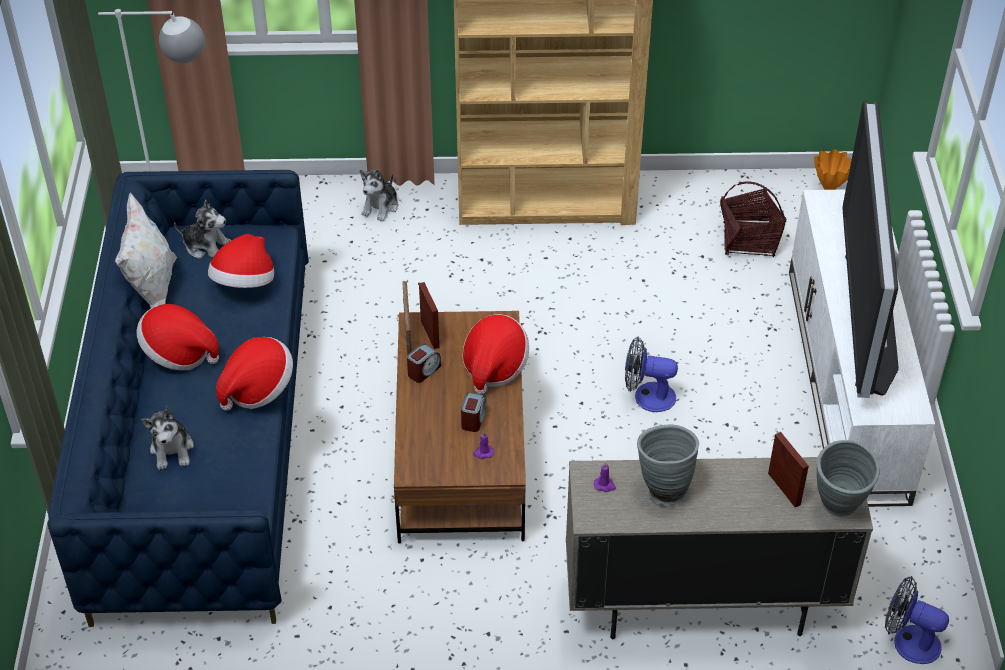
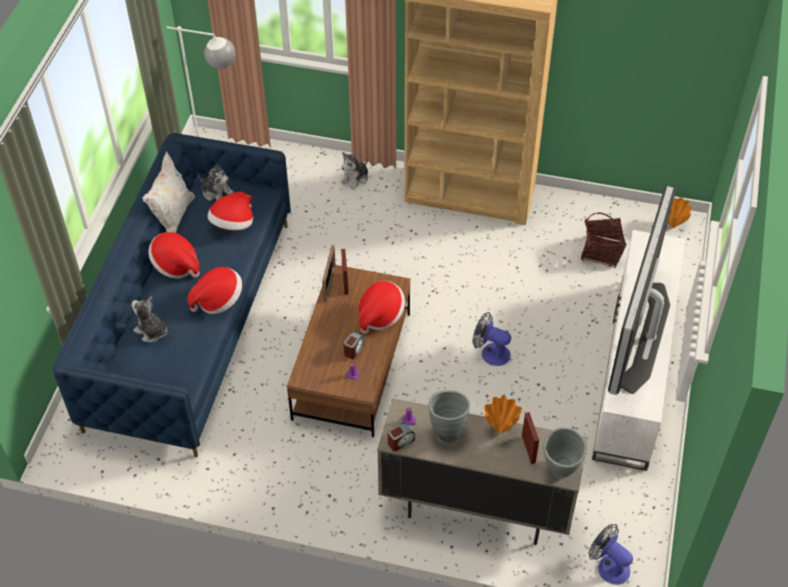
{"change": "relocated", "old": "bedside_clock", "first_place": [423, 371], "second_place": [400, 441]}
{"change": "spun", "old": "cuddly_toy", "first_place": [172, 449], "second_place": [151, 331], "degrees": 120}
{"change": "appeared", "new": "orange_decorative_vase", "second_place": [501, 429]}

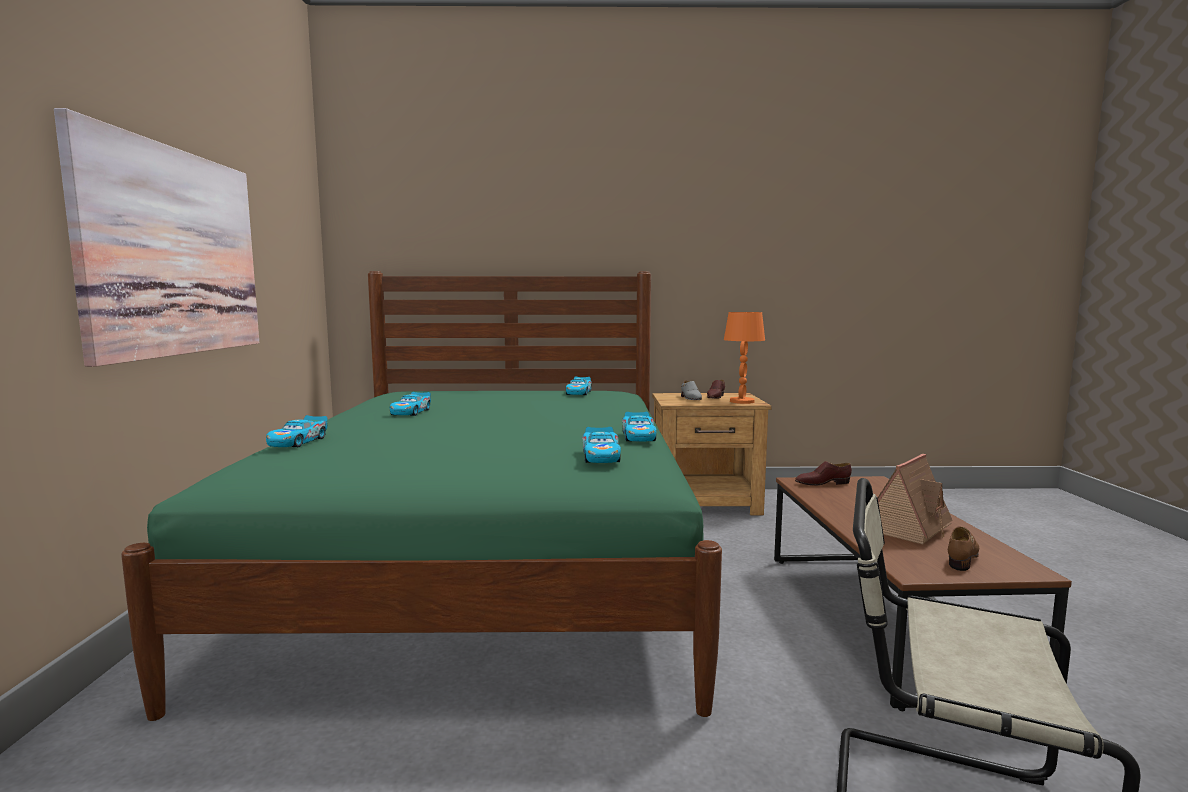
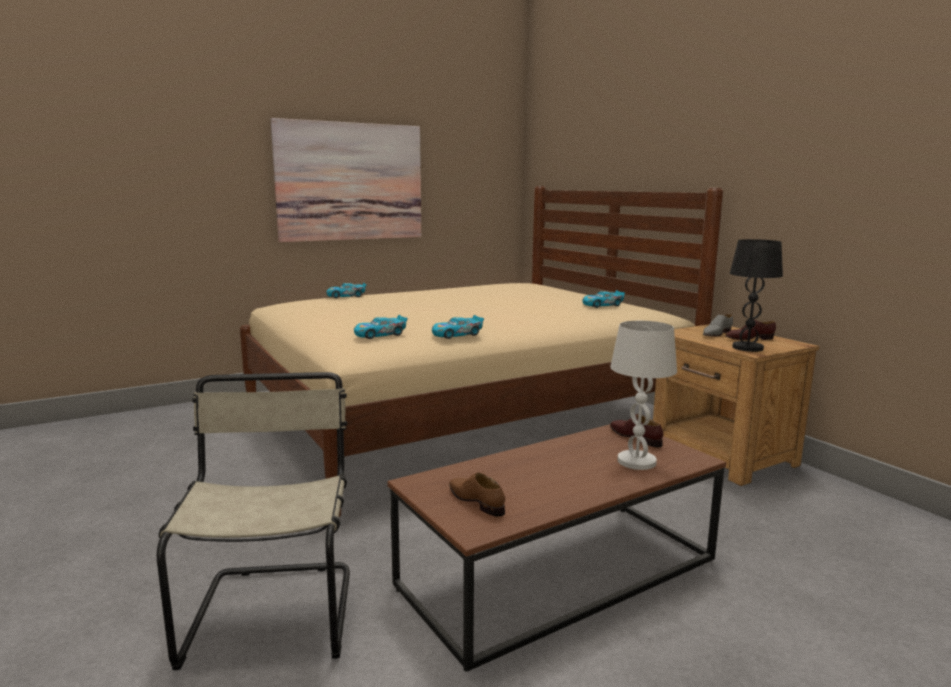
{"change": "colour", "old": "green-coloured_bedroom_bed", "new": "beige_bedroom_bed", "first_place": [487, 565], "second_place": [465, 417]}
{"change": "colour", "old": "orange_tabletop_lamp", "new": "black-coloured_tabletop_lamp", "first_place": [742, 401], "second_place": [747, 348]}
{"change": "missing", "old": "toy_car", "first_place": [411, 412]}
{"change": "missing", "old": "model_house", "first_place": [908, 527]}
{"change": "spun", "old": "brown-coloured_item_of_footwear", "first_place": [962, 557], "second_place": [476, 501], "degrees": -135}
{"change": "appeared", "new": "whitish_tabletop_lamp", "second_place": [637, 461]}

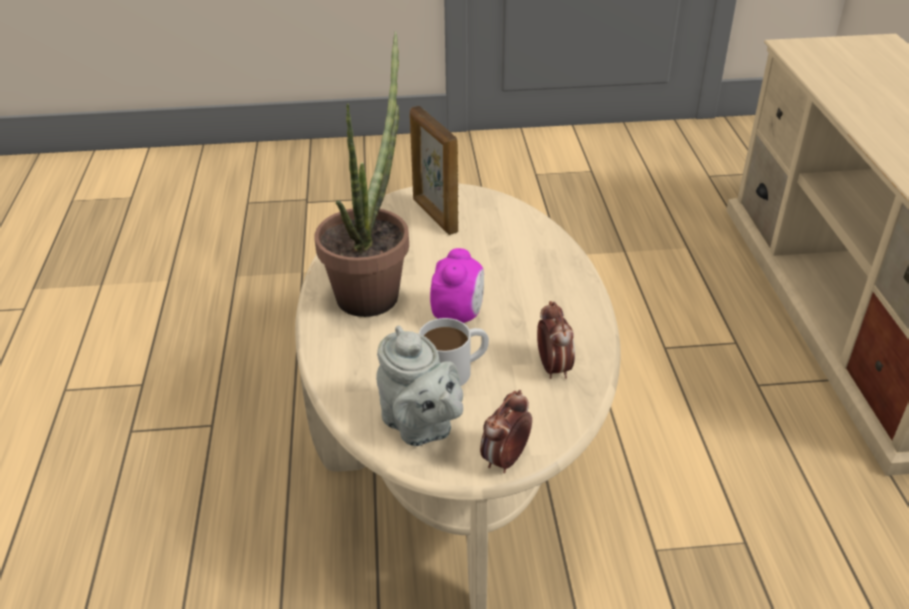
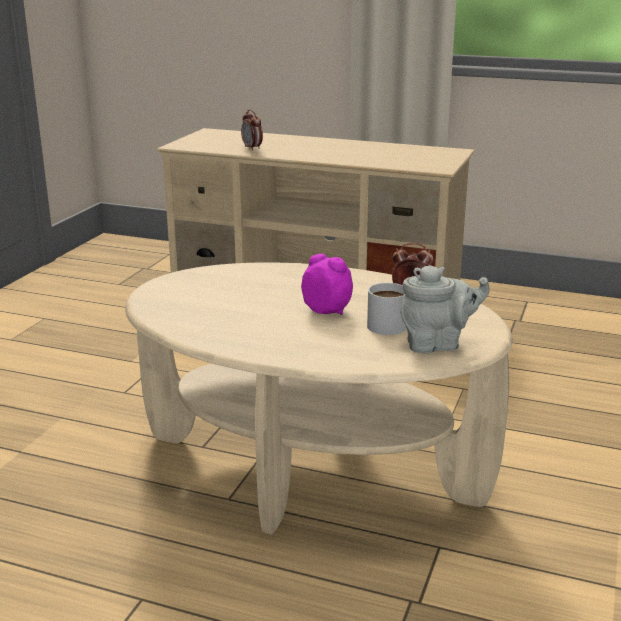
{"change": "missing", "old": "houseplant", "first_place": [373, 289]}
{"change": "missing", "old": "standing_frame", "first_place": [434, 216]}
{"change": "relocated", "old": "bedside_clock", "first_place": [505, 459], "second_place": [252, 148]}

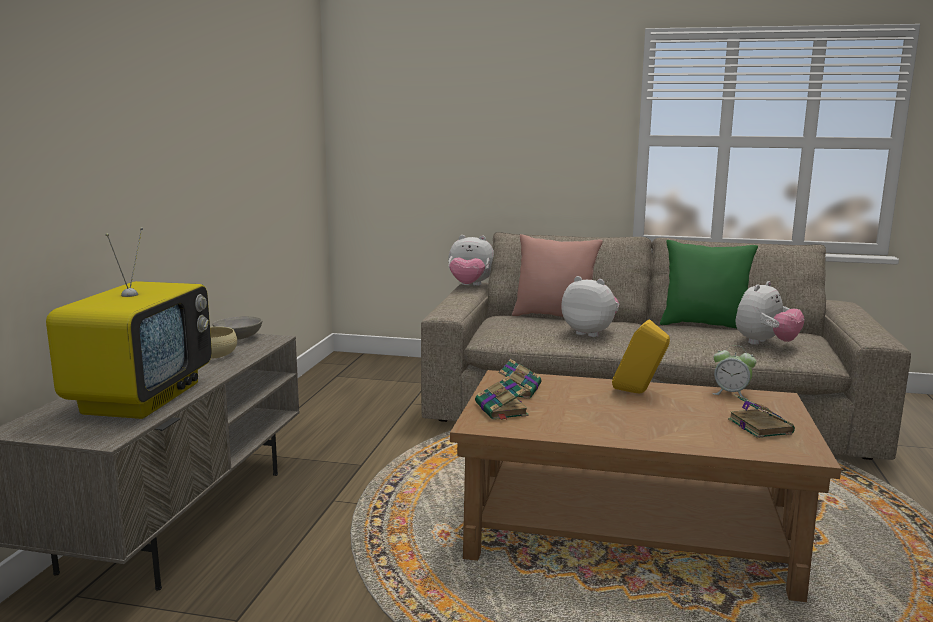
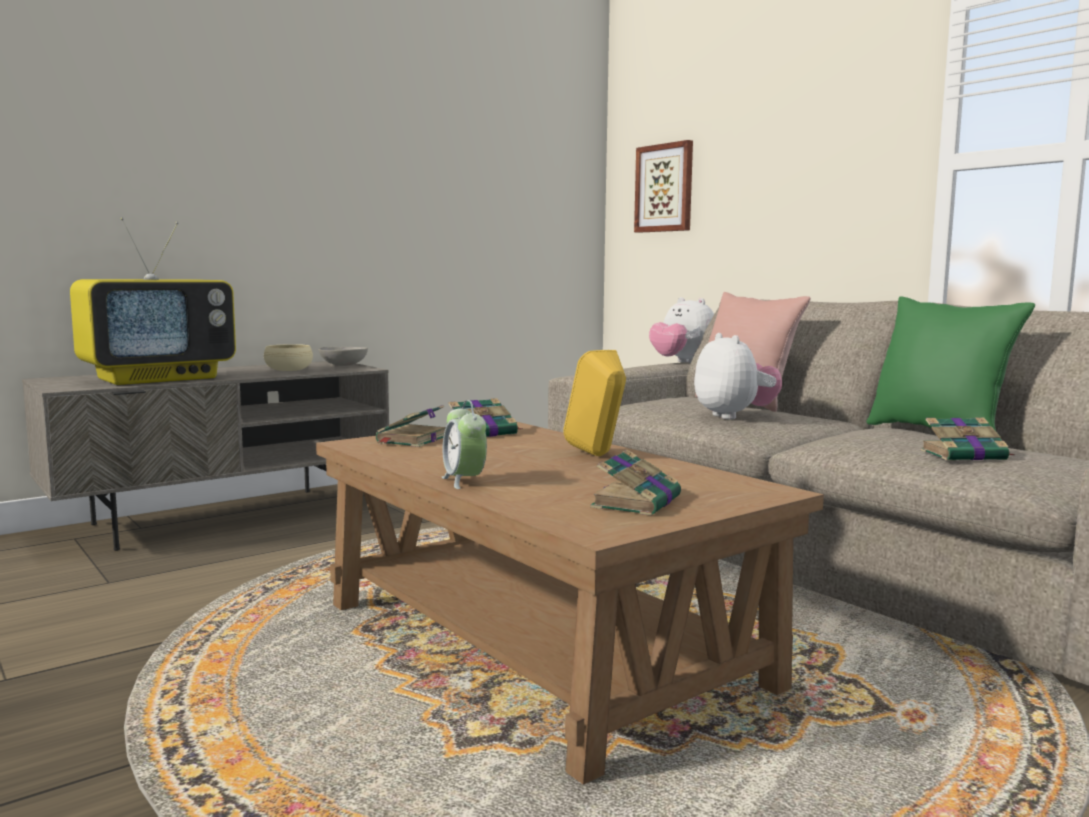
{"change": "exchanged", "old": "cuddly_toy", "new": "book", "first_place": [765, 344], "second_place": [965, 455]}
{"change": "relocated", "old": "bedside_clock", "first_place": [731, 394], "second_place": [464, 481]}
{"change": "appeared", "new": "wall_art", "second_place": [665, 188]}

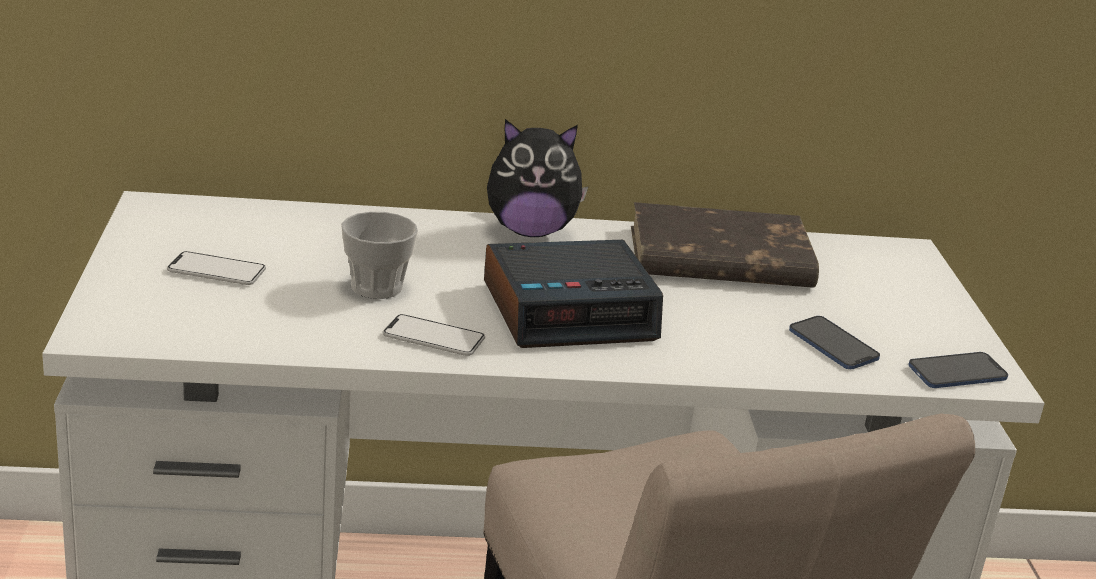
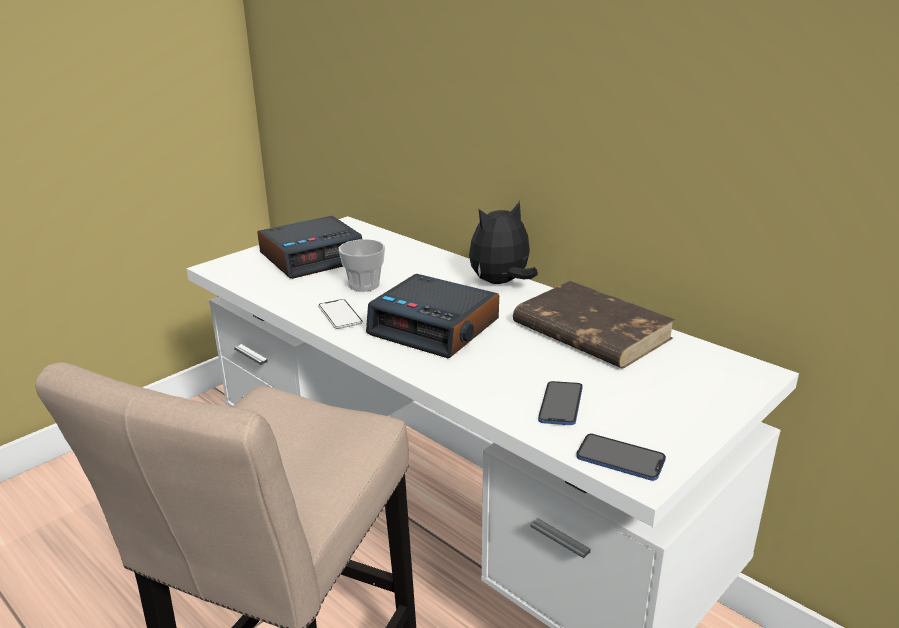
{"change": "spun", "old": "cuddly_toy", "first_place": [530, 231], "second_place": [501, 283], "degrees": 105}
{"change": "exchanged", "old": "telephone", "new": "bedside_clock", "first_place": [216, 271], "second_place": [312, 257]}

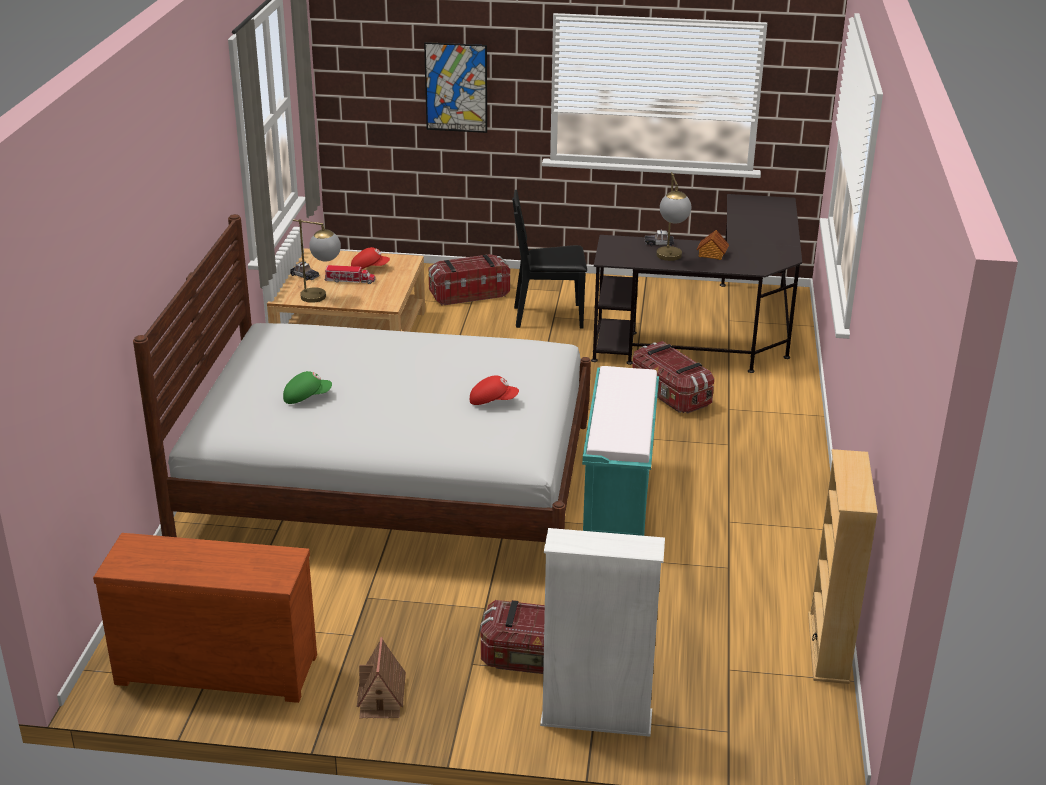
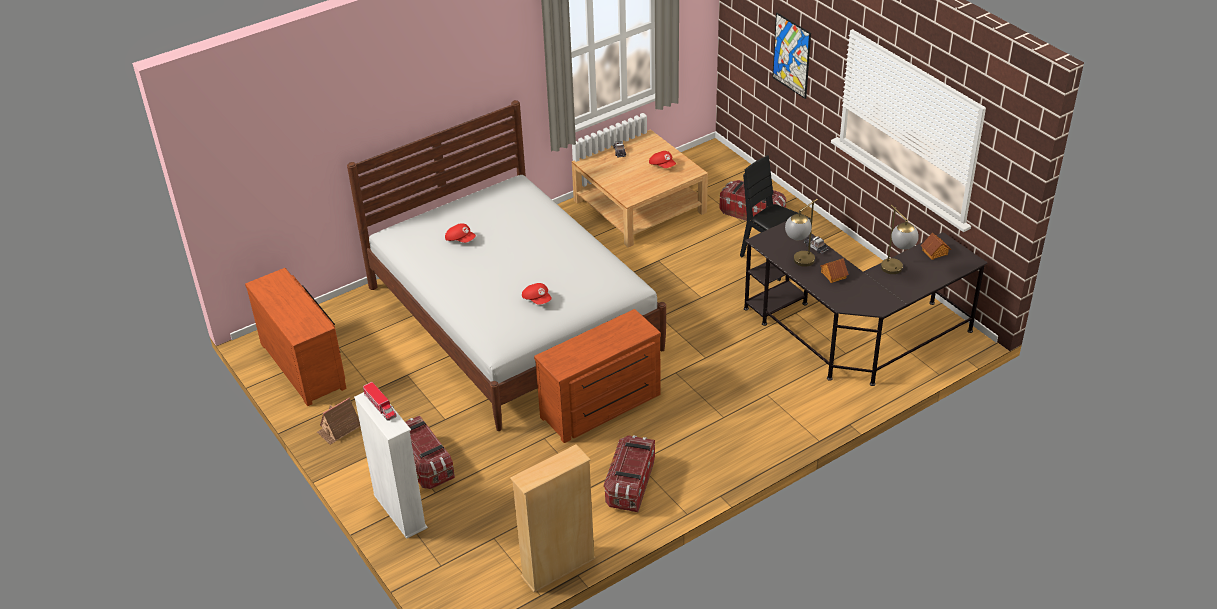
{"change": "relocated", "old": "tabletop_lamp", "first_place": [322, 298], "second_place": [896, 272]}
{"change": "relocated", "old": "toy_lorry", "first_place": [350, 281], "second_place": [380, 406]}
{"change": "relocated", "old": "storage_box", "first_place": [669, 395], "second_place": [630, 485]}
{"change": "exchanged", "old": "blue-green_bench", "new": "brown-coloured_drawer_chest", "first_place": [617, 500], "second_place": [602, 407]}
{"change": "colour", "old": "green-coloured_peaked_cap", "new": "red-coloured_peaked_cap", "first_place": [306, 397], "second_place": [460, 239]}
{"change": "appeared", "new": "model_house", "second_place": [935, 252]}

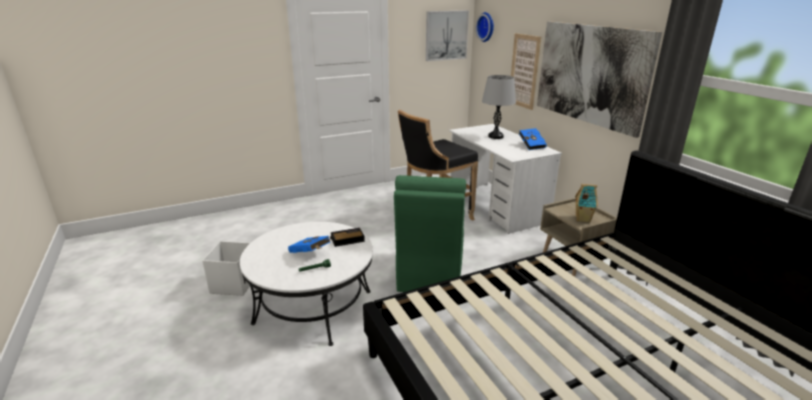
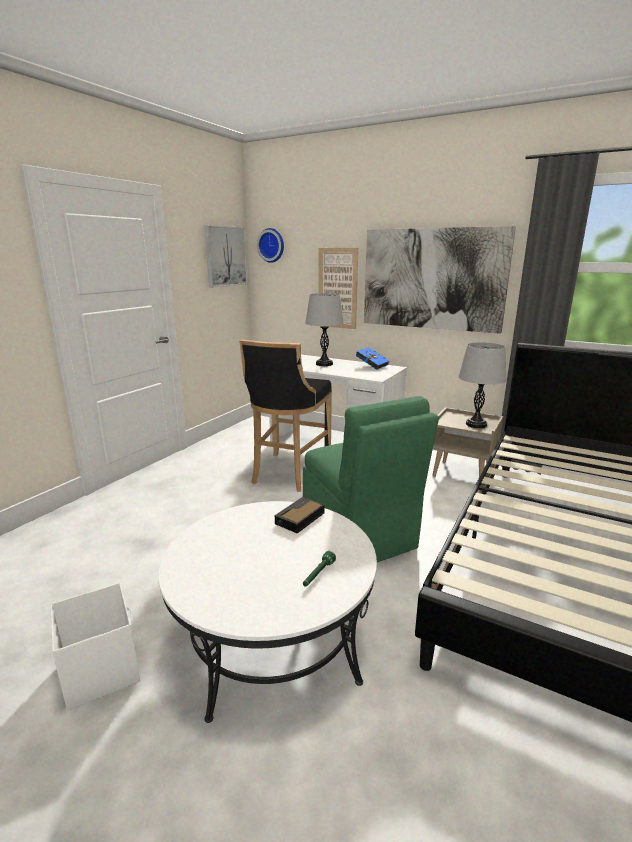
{"change": "exchanged", "old": "model_house", "new": "gray_tabletop_lamp", "first_place": [582, 219], "second_place": [476, 424]}
{"change": "missing", "old": "blue-coloured_book", "first_place": [310, 254]}

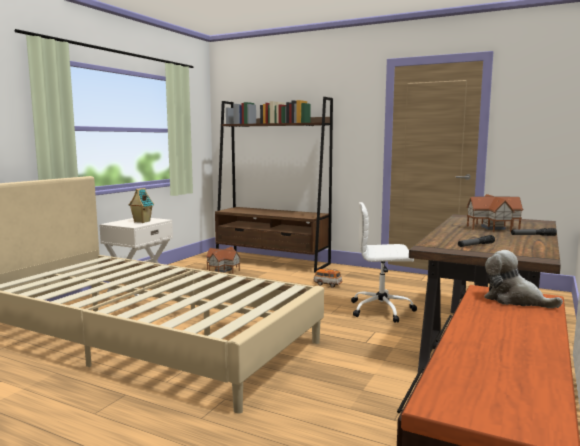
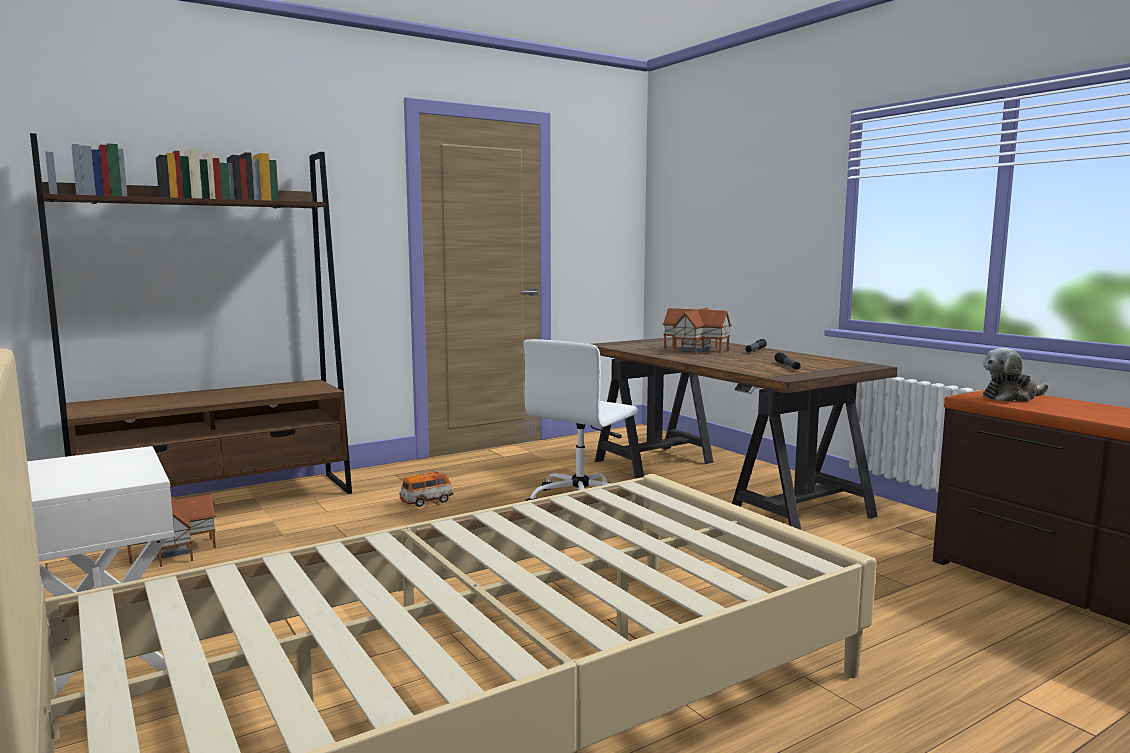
{"change": "missing", "old": "model_house", "first_place": [141, 222]}

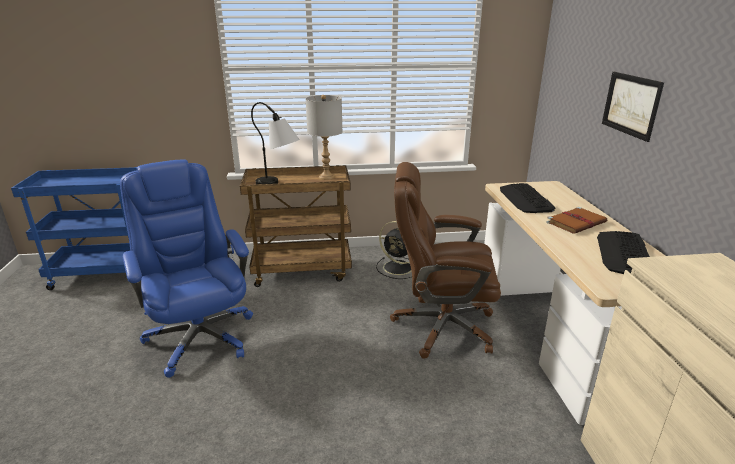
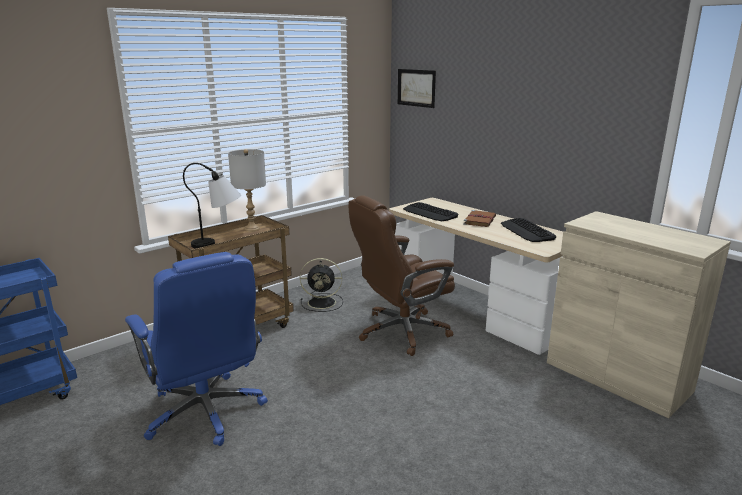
{"change": "relocated", "old": "wall_art", "first_place": [631, 105], "second_place": [416, 88]}
{"change": "spun", "old": "blue-coloured_desk_chair", "first_place": [200, 336], "second_place": [206, 412], "degrees": -150}

